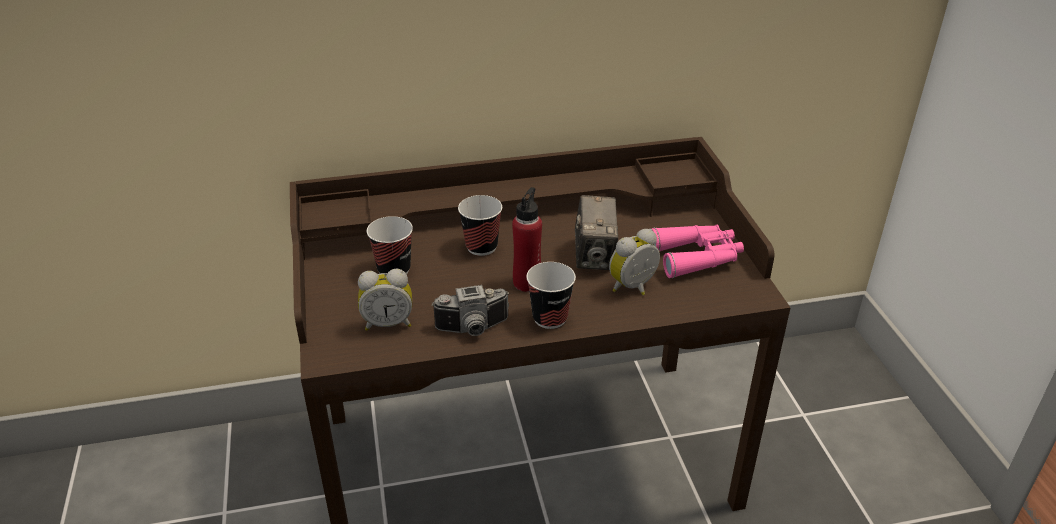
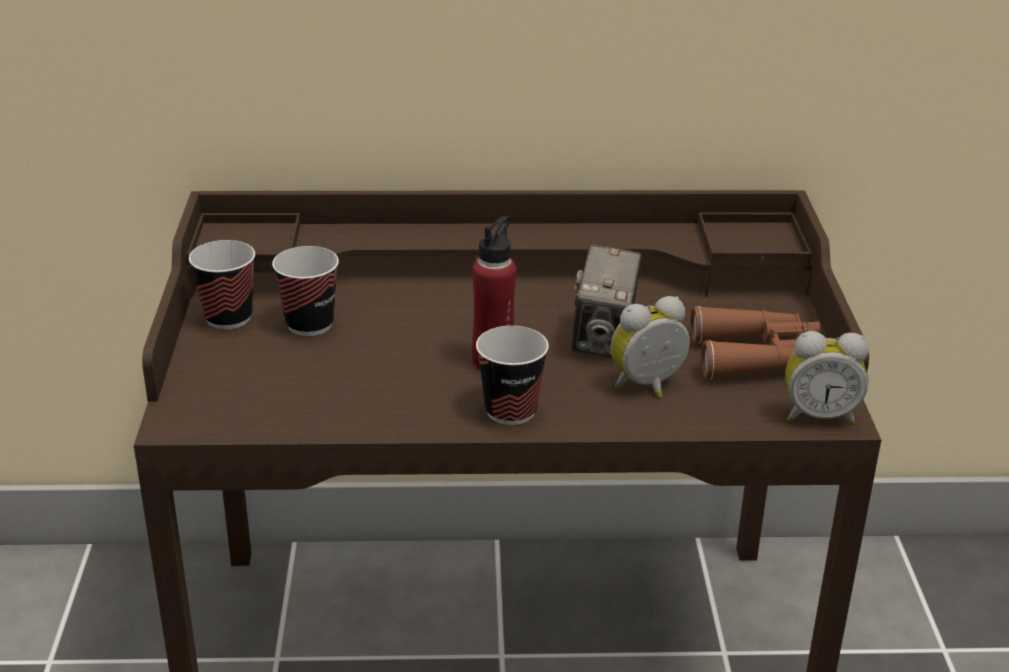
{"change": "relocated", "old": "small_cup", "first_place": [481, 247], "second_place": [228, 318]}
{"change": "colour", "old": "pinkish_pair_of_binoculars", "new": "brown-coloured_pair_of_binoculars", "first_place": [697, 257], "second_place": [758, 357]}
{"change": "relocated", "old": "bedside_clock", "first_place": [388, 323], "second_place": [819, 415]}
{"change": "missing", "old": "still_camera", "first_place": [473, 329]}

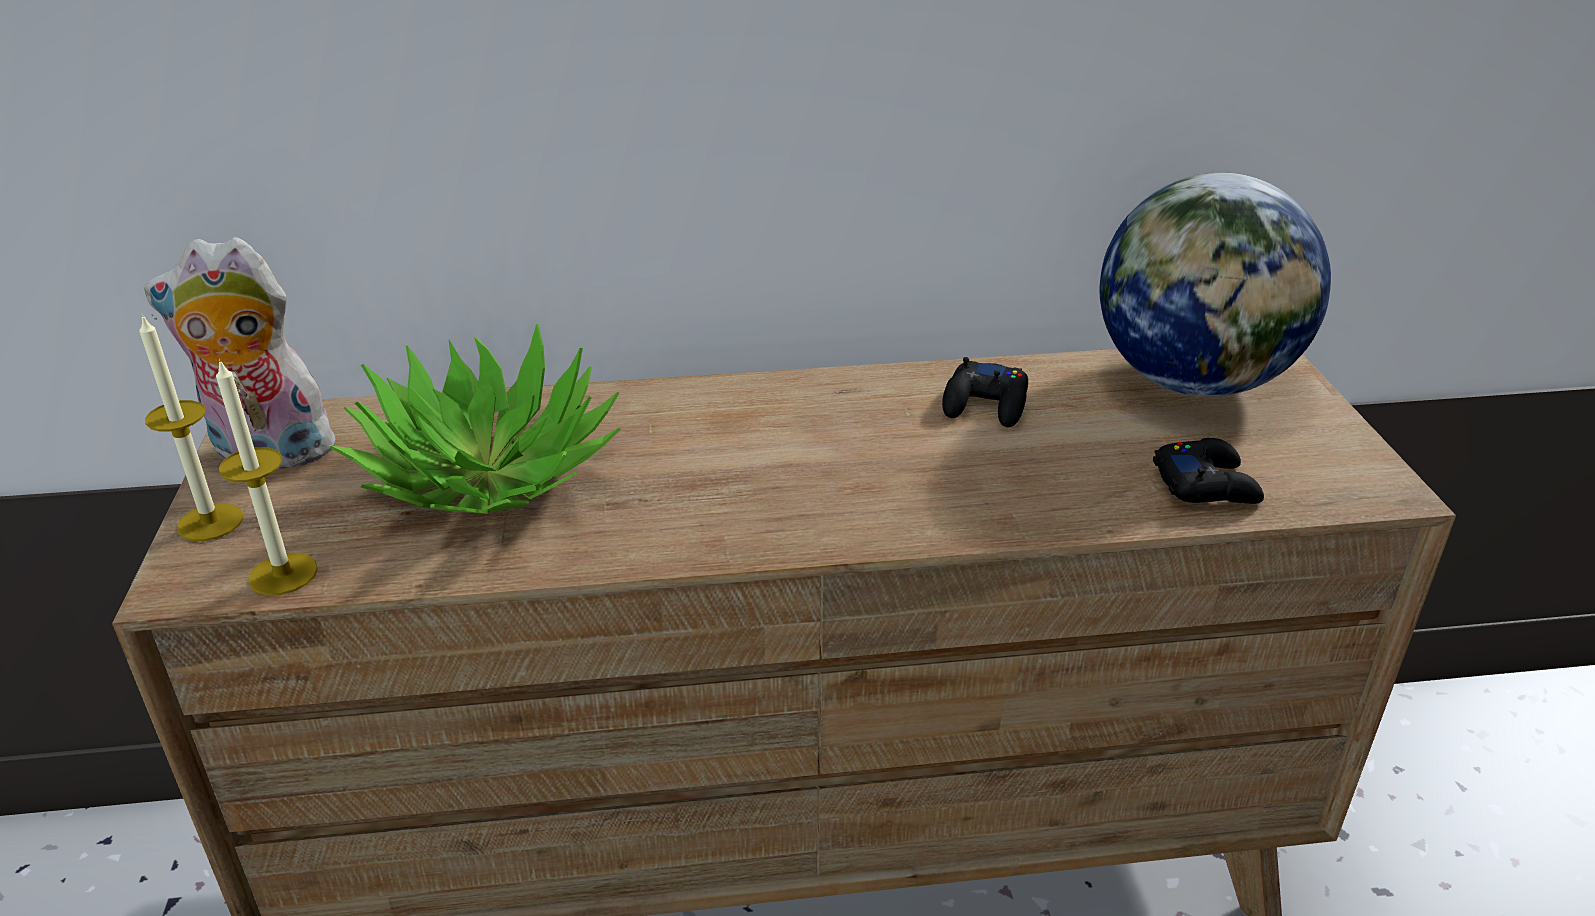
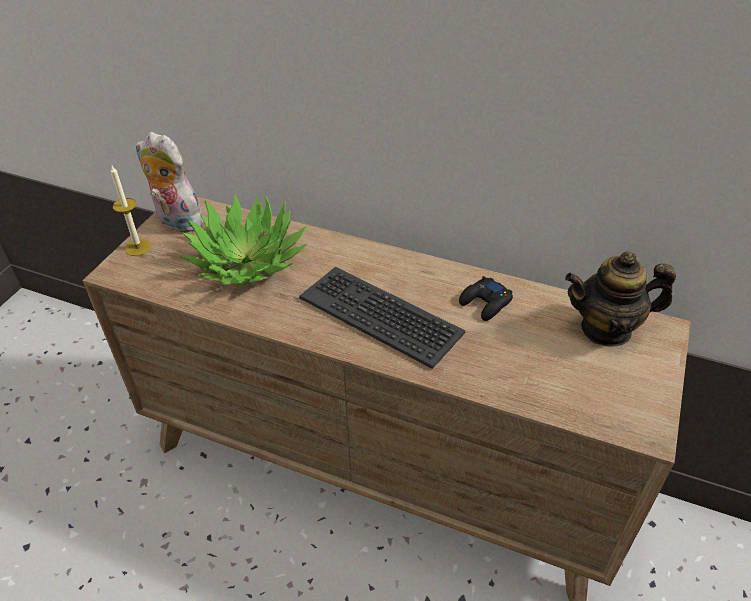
{"change": "exchanged", "old": "world_globe", "new": "pot_for_tea", "first_place": [1193, 381], "second_place": [606, 329]}
{"change": "missing", "old": "wax_candle", "first_place": [283, 574]}
{"change": "missing", "old": "black-coloured_gamepad", "first_place": [1206, 484]}
{"change": "appeared", "new": "keyboard", "second_place": [381, 315]}

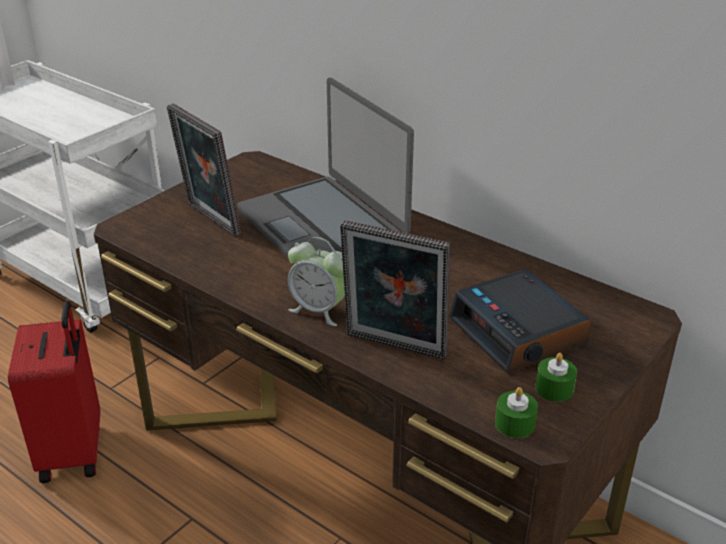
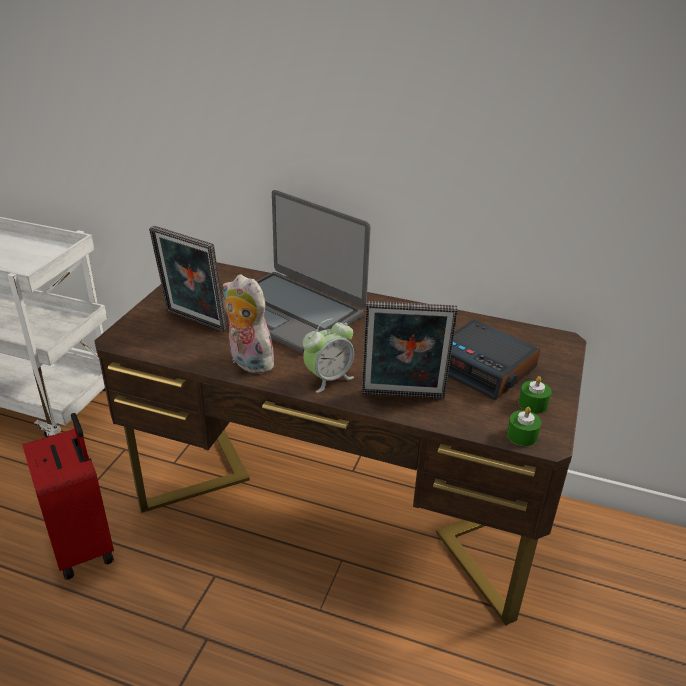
{"change": "spun", "old": "bedside_clock", "first_place": [319, 310], "second_place": [328, 378], "degrees": -45}
{"change": "appeared", "new": "cuddly_toy", "second_place": [248, 362]}

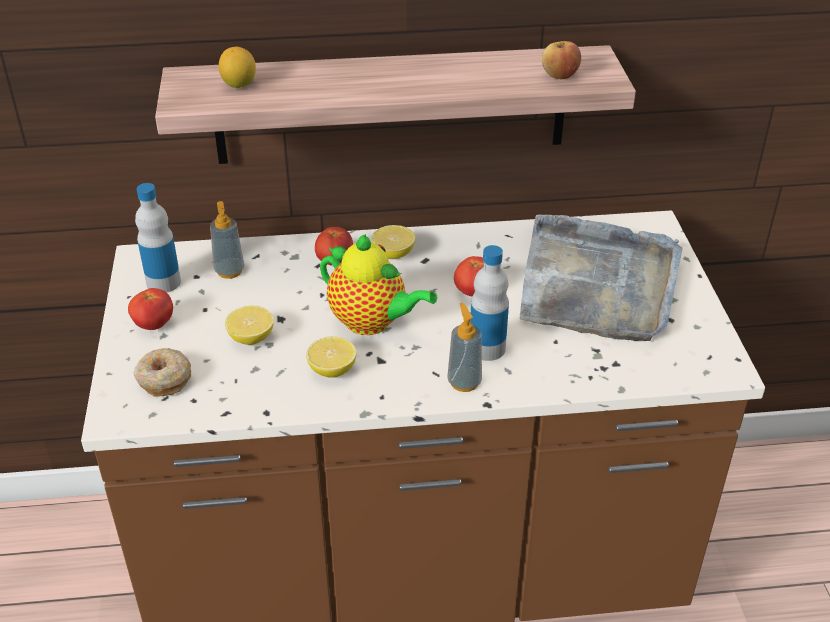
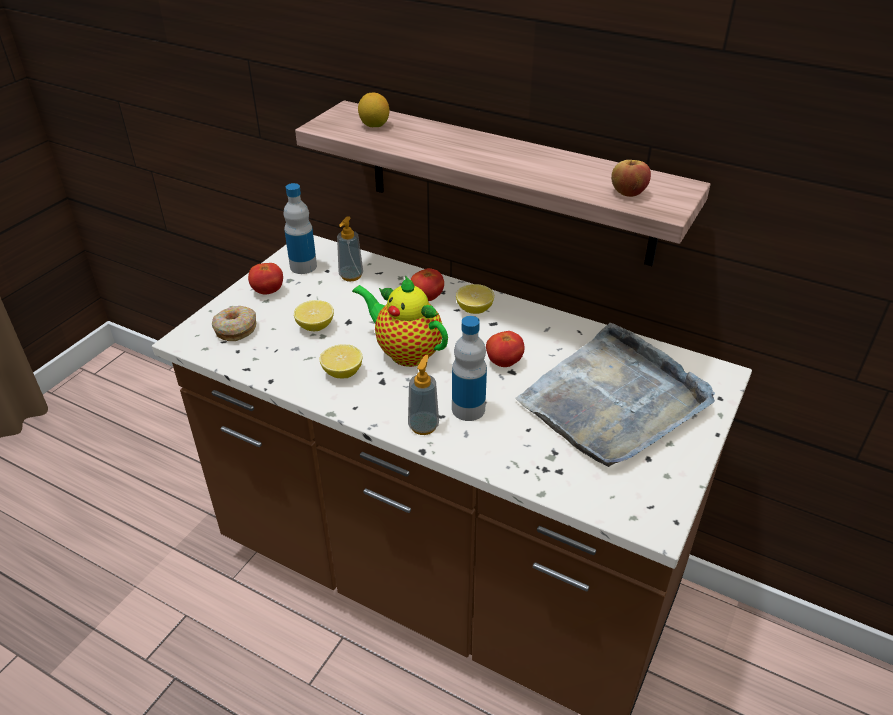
{"change": "spun", "old": "pot_for_tea", "first_place": [372, 323], "second_place": [405, 352], "degrees": 150}

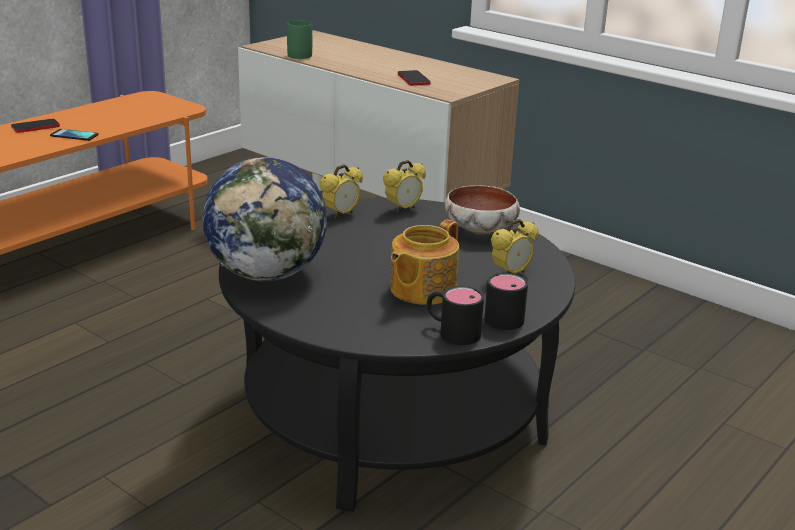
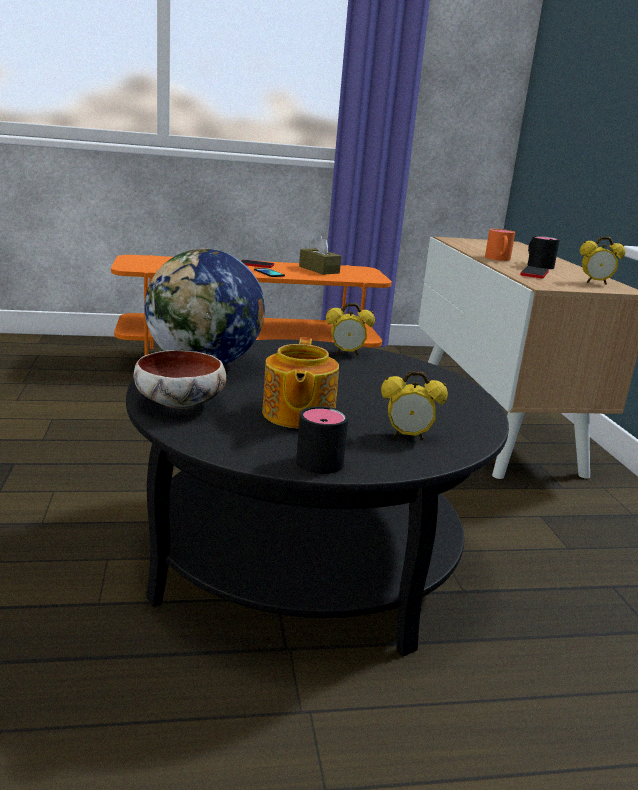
{"change": "missing", "old": "green-coloured_tea_mug", "first_place": [300, 54]}
{"change": "relocated", "old": "bedside_clock", "first_place": [403, 209], "second_place": [595, 283]}
{"change": "relocated", "old": "serving_bowl", "first_place": [481, 230], "second_place": [181, 405]}
{"change": "spun", "old": "pot_for_tea", "first_place": [421, 289], "second_place": [297, 415], "degrees": -75}
{"change": "relocated", "old": "black-coloured_tea_mug", "first_place": [452, 331], "second_place": [537, 265]}
{"change": "appeared", "new": "orange_tea_mug", "second_place": [498, 259]}
{"change": "appeared", "new": "brown-coloured_tissue_holder", "second_place": [319, 269]}

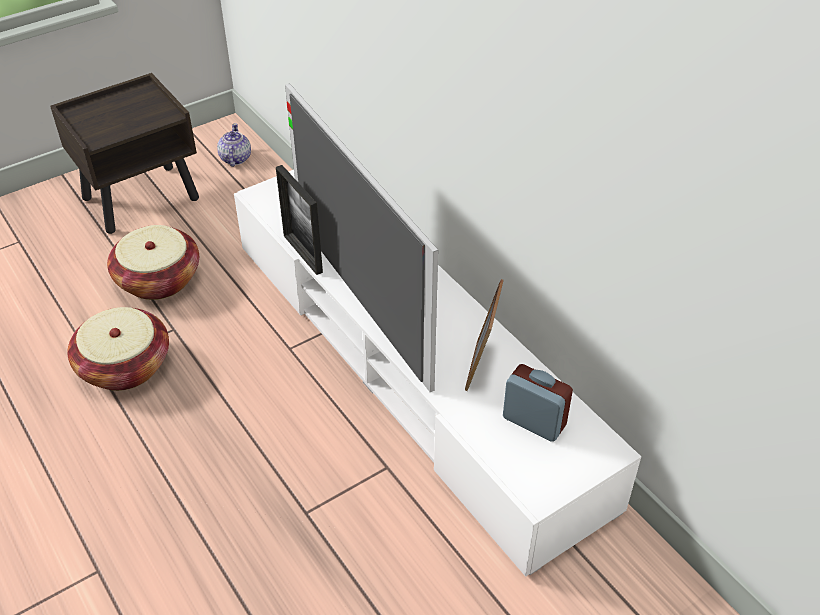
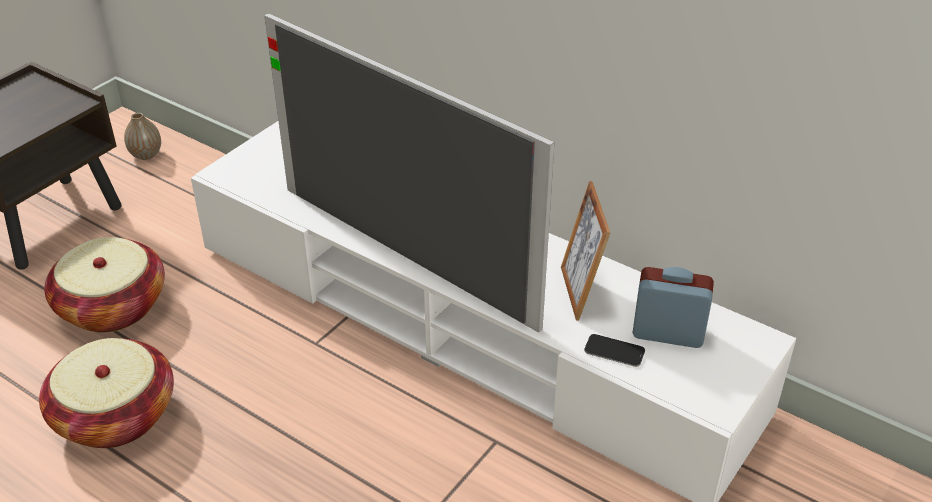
{"change": "exchanged", "old": "pot_for_tea", "new": "decorative_vase", "first_place": [235, 159], "second_place": [146, 155]}
{"change": "missing", "old": "standing_frame", "first_place": [303, 254]}
{"change": "appeared", "new": "telephone", "second_place": [614, 351]}

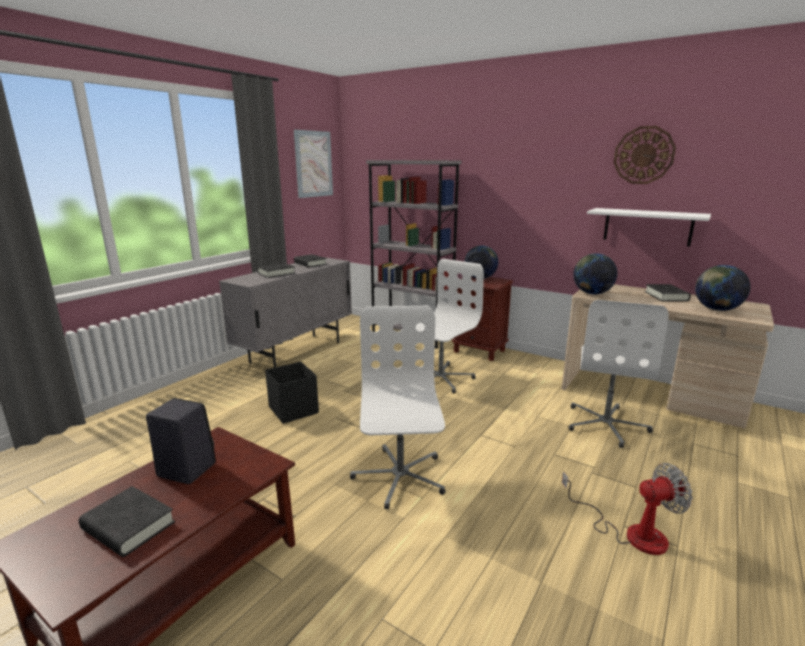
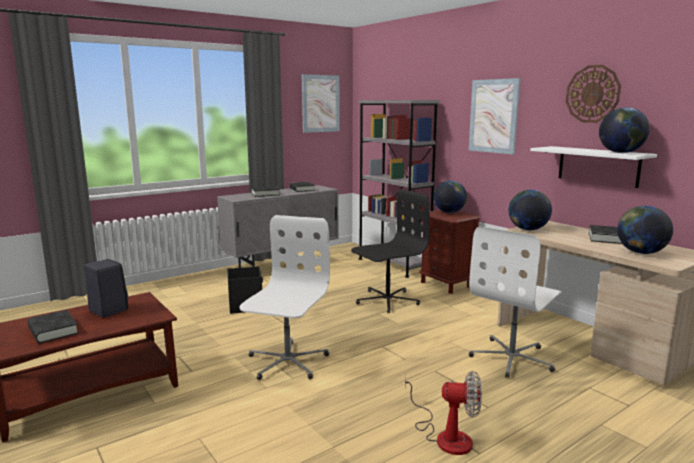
{"change": "colour", "old": "whitish_desk_chair", "new": "black-coloured_desk_chair", "first_place": [440, 378], "second_place": [387, 300]}
{"change": "appeared", "new": "wall_art", "second_place": [493, 116]}
{"change": "appeared", "new": "world_globe", "second_place": [621, 153]}

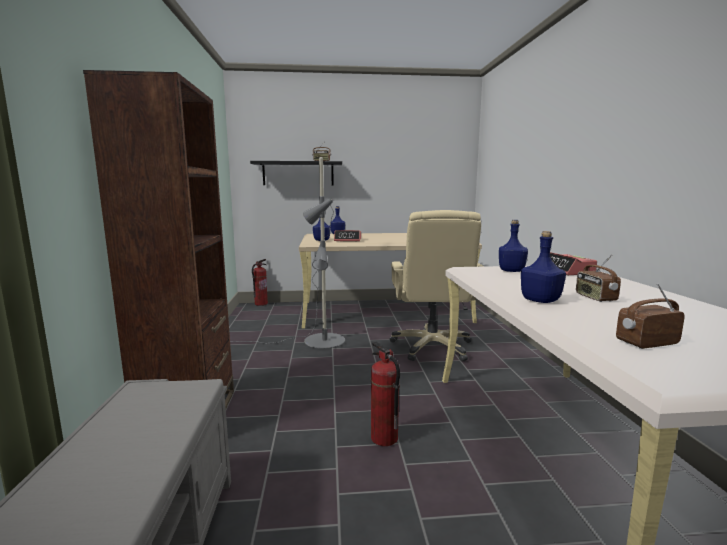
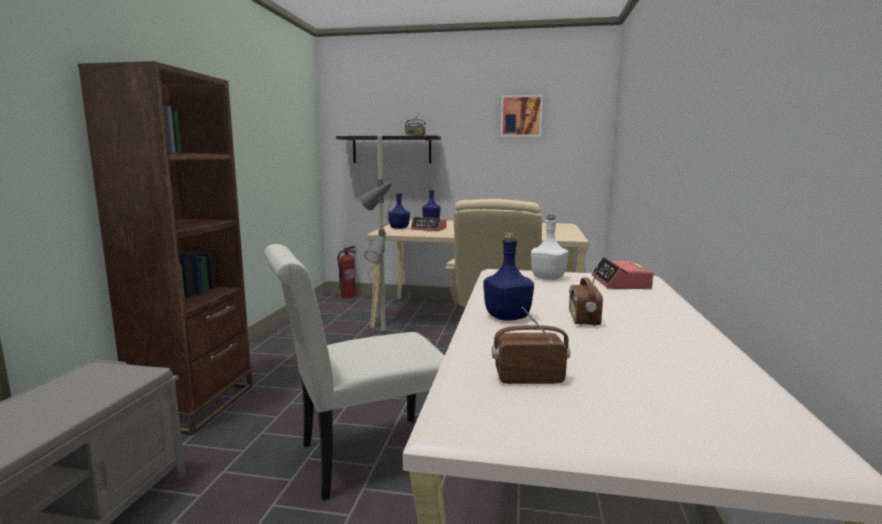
{"change": "colour", "old": "blue-coloured_bottle", "new": "whitish_bottle", "first_place": [511, 270], "second_place": [548, 278]}
{"change": "exchanged", "old": "fire-fighting_cylinder", "new": "whitish_plain_chair", "first_place": [383, 438], "second_place": [362, 457]}
{"change": "appeared", "new": "wall_art", "second_place": [521, 116]}

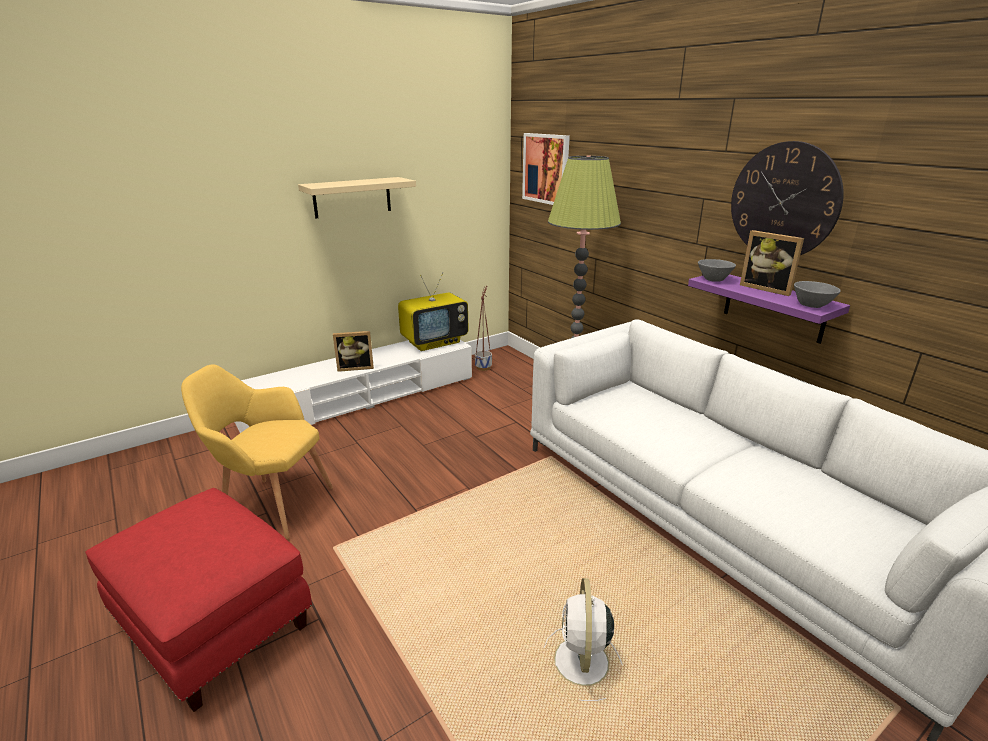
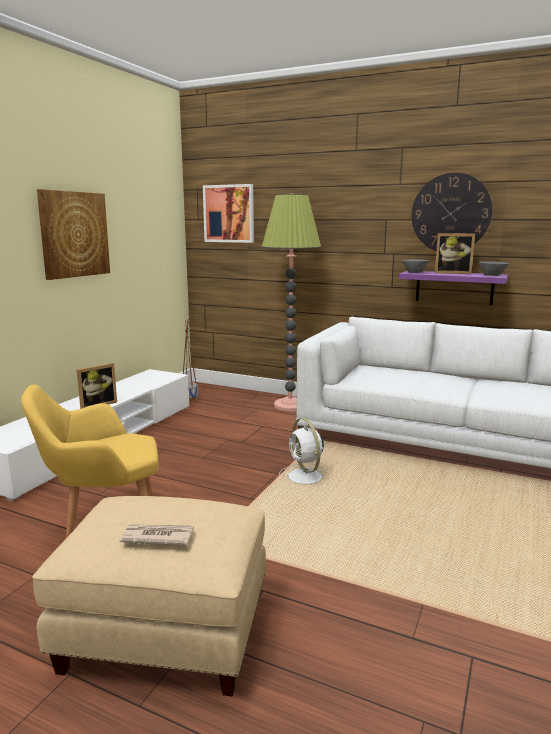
{"change": "exchanged", "old": "beige_bracket_shelf", "new": "wall_art", "first_place": [352, 197], "second_place": [74, 234]}
{"change": "missing", "old": "television", "first_place": [434, 342]}
{"change": "colour", "old": "red-coloured_footrest", "new": "beige_footrest", "first_place": [216, 623], "second_place": [167, 632]}
{"change": "relocated", "old": "whitish_fan", "first_place": [581, 664], "second_place": [305, 477]}
{"change": "appeared", "new": "newspaper", "second_place": [157, 537]}

